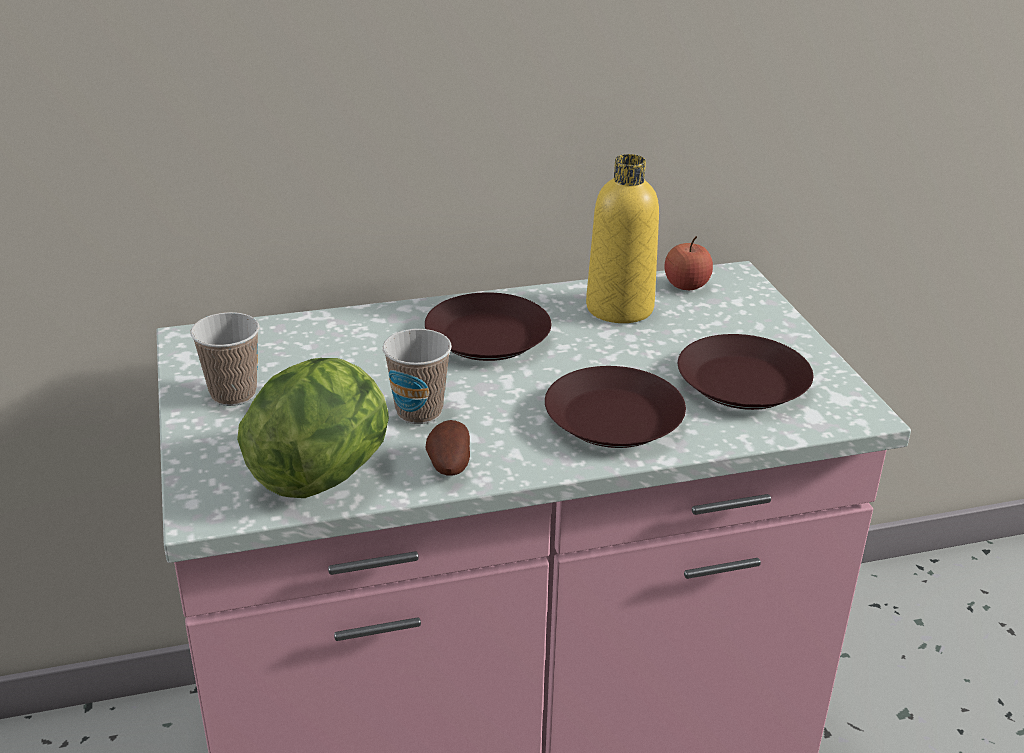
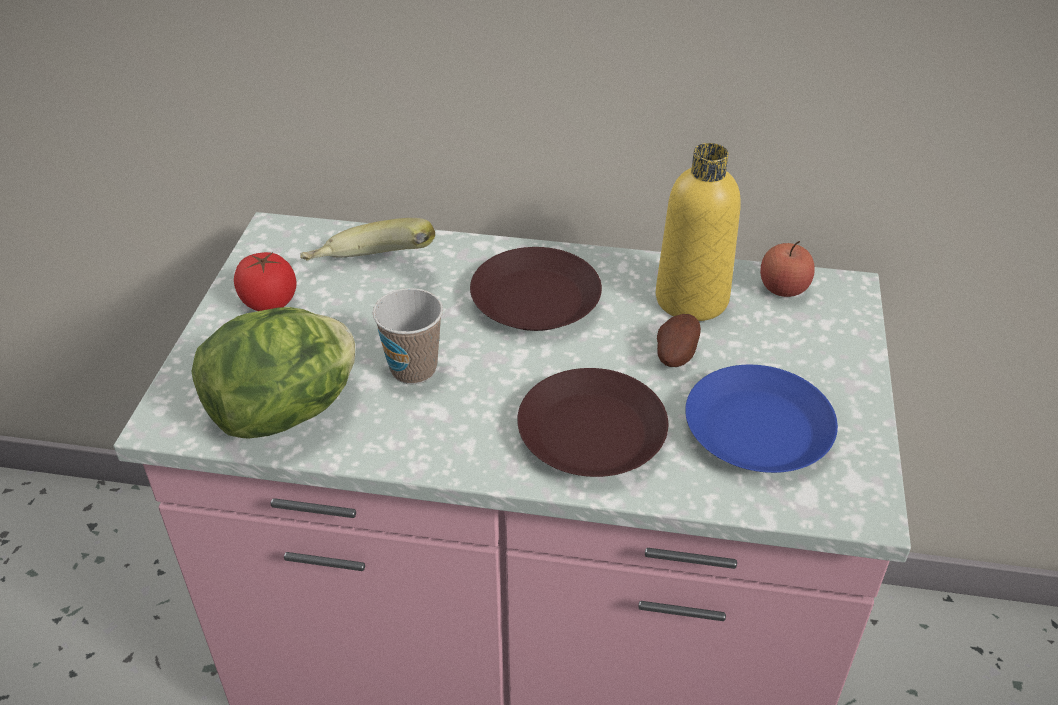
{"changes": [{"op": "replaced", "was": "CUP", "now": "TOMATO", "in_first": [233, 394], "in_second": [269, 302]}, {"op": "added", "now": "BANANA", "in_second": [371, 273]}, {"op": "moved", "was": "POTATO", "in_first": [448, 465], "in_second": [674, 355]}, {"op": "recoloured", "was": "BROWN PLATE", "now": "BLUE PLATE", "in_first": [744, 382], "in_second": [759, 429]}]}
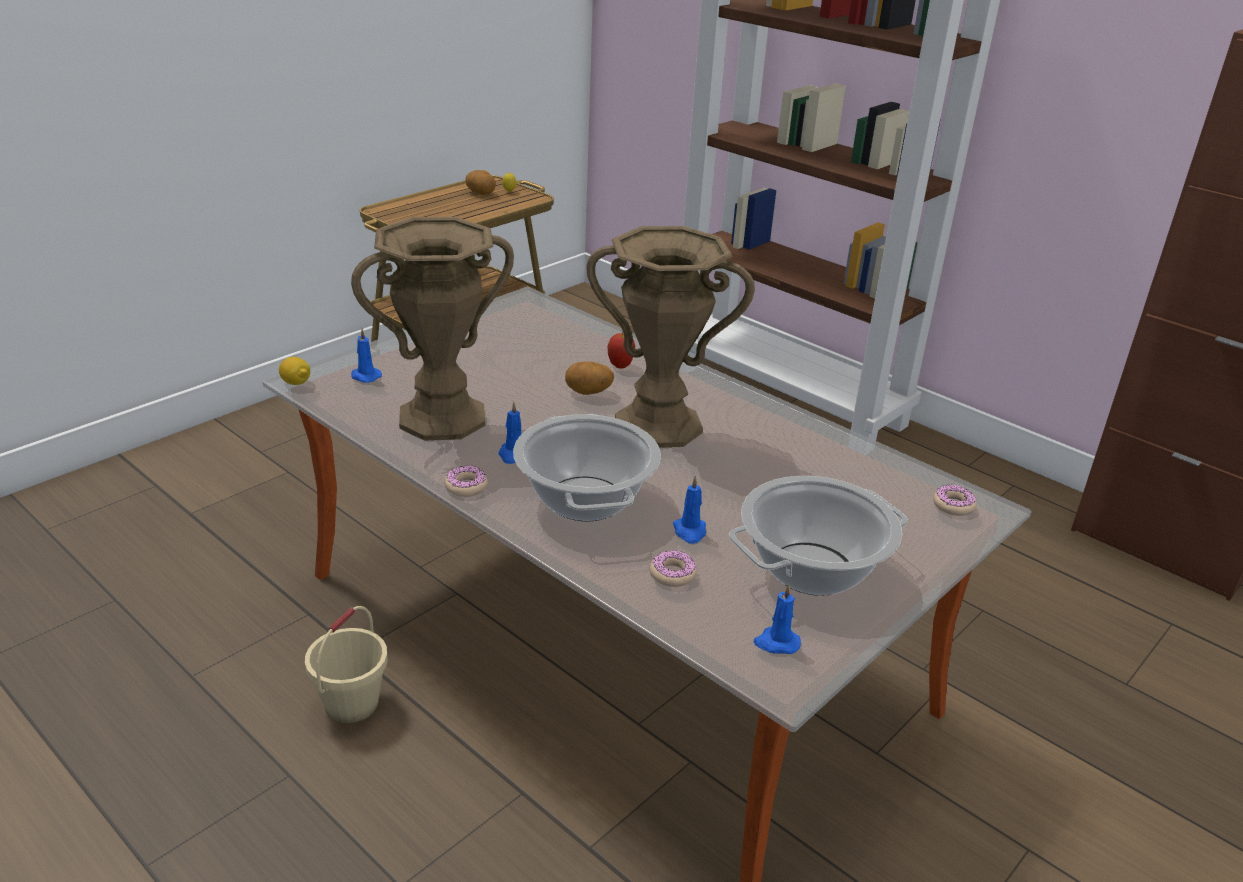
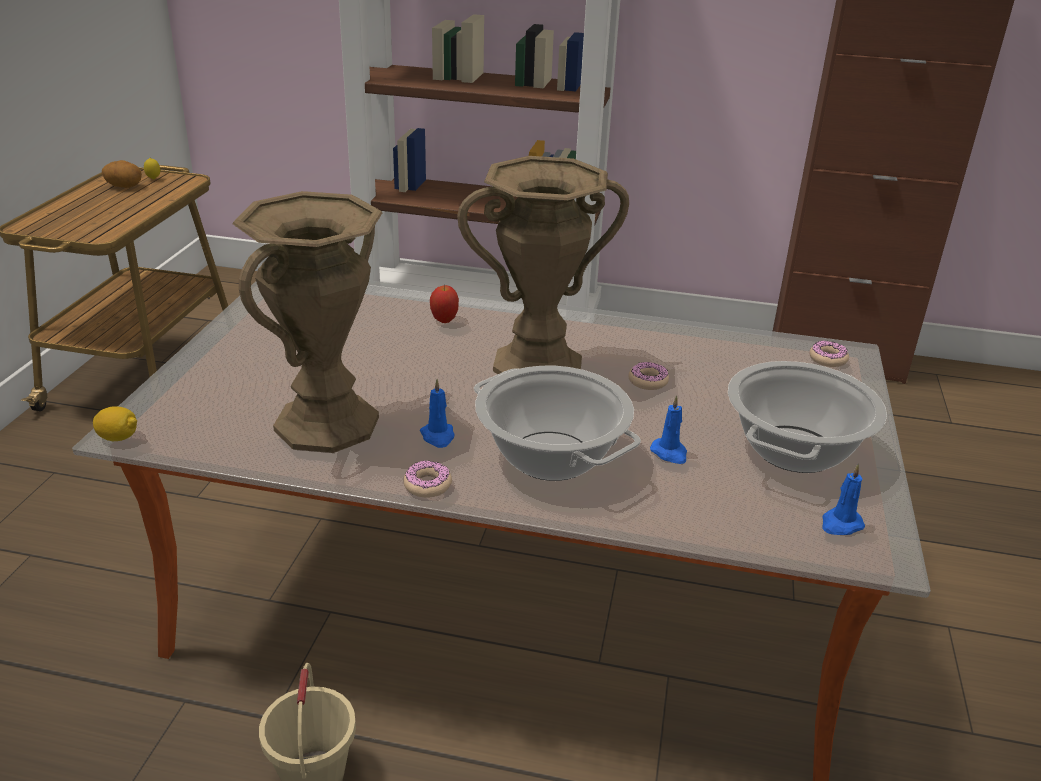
{"changes": [{"op": "moved", "was": "DONUT", "in_first": [672, 574], "in_second": [648, 381]}, {"op": "removed", "was": "BLUE CANDLE", "in_first": [365, 376]}, {"op": "removed", "was": "POTATO", "in_first": [588, 393]}]}
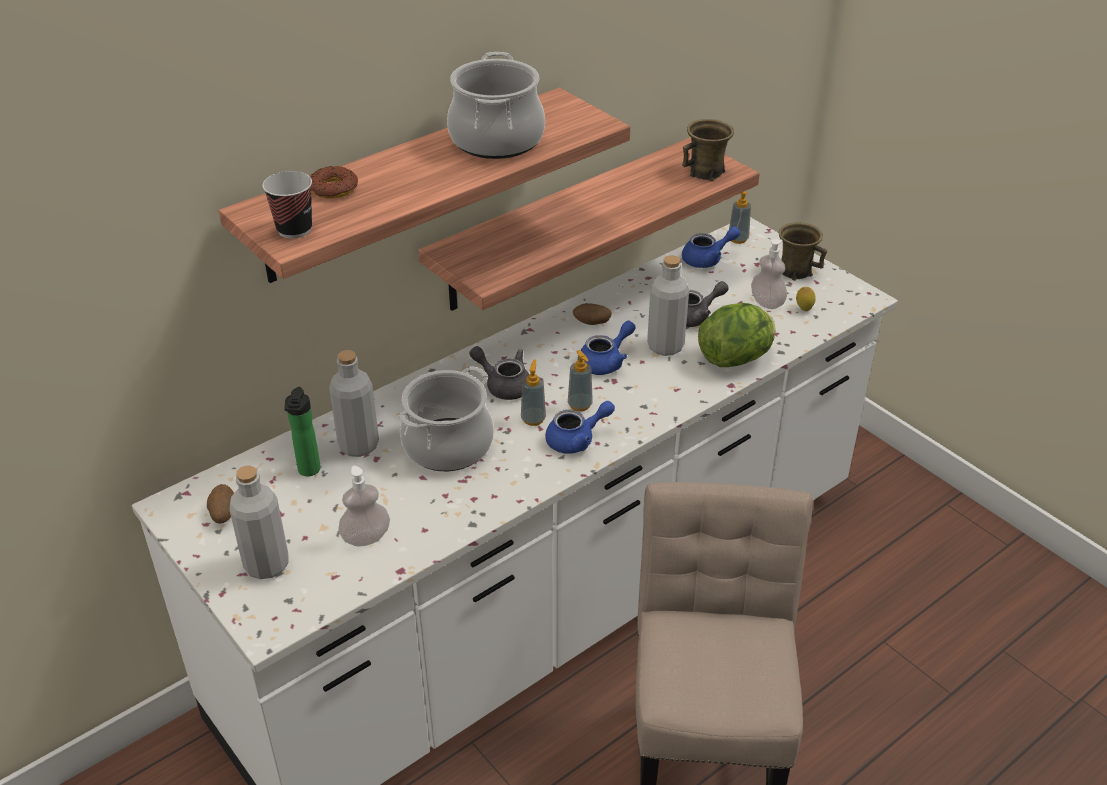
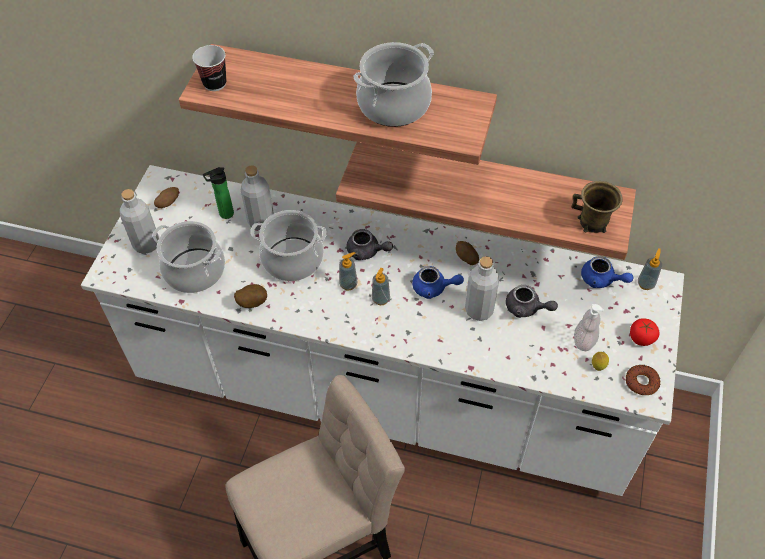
{"changes": [{"op": "replaced", "was": "SOAP DISPENSER", "now": "COOKING POT", "in_first": [366, 537], "in_second": [194, 271]}, {"op": "added", "now": "POTATO", "in_second": [252, 302]}, {"op": "turned", "was": "GREY TEAPOT", "in_first": [504, 385], "in_second": [367, 252], "clockwise": 120}, {"op": "moved", "was": "DONUT", "in_first": [333, 188], "in_second": [641, 382]}, {"op": "replaced", "was": "BROWN MUG", "now": "TOMATO", "in_first": [795, 271], "in_second": [641, 338]}, {"op": "removed", "was": "BLUE TEAPOT", "in_first": [577, 440]}, {"op": "removed", "was": "LETTUCE", "in_first": [736, 358]}]}
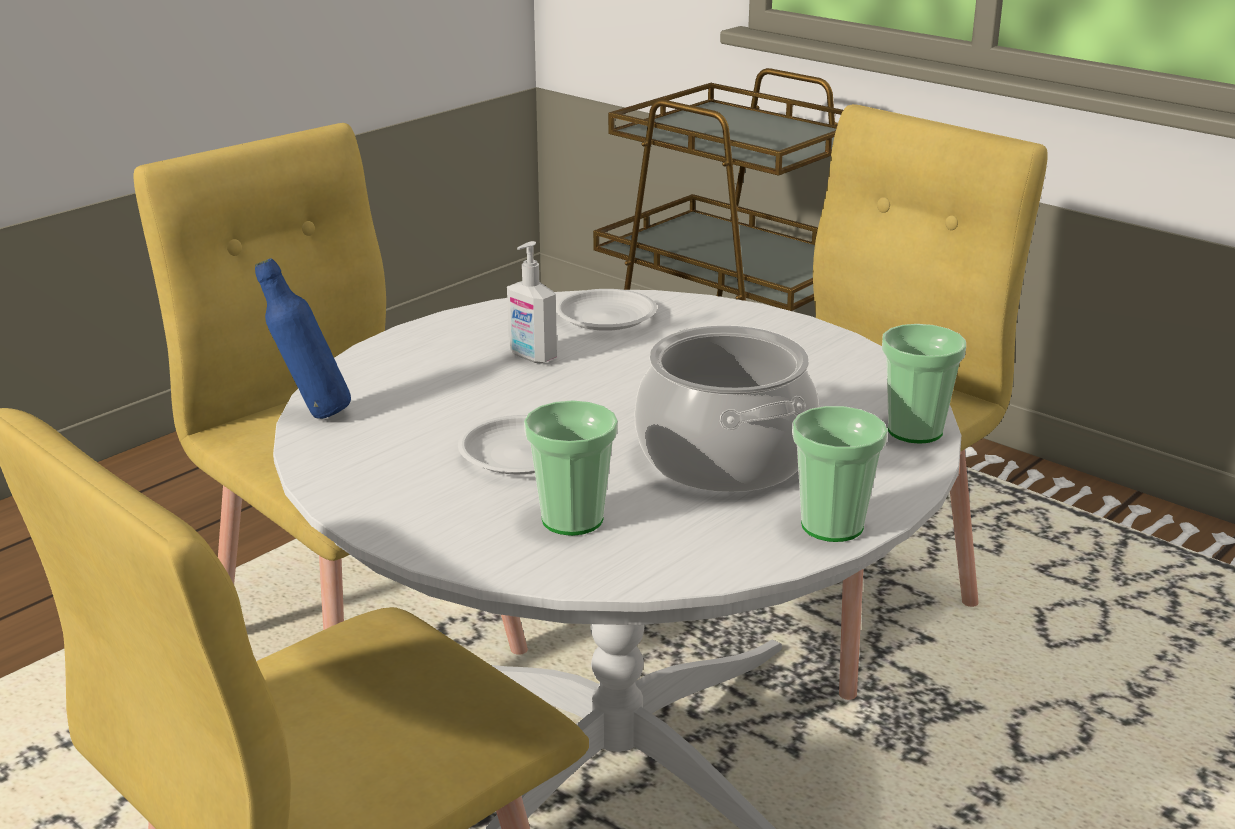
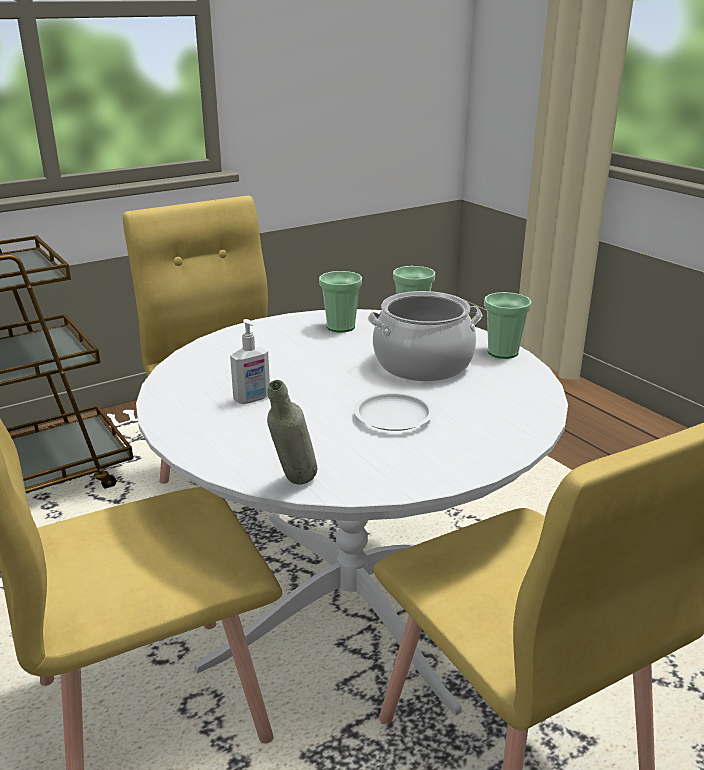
{"changes": [{"op": "recoloured", "was": "BLUE BOTTLE", "now": "GREY BOTTLE", "in_first": [311, 414], "in_second": [293, 486]}, {"op": "moved", "was": "CUP", "in_first": [572, 520], "in_second": [340, 327]}, {"op": "removed", "was": "WHITE PLATE", "in_first": [606, 317]}]}
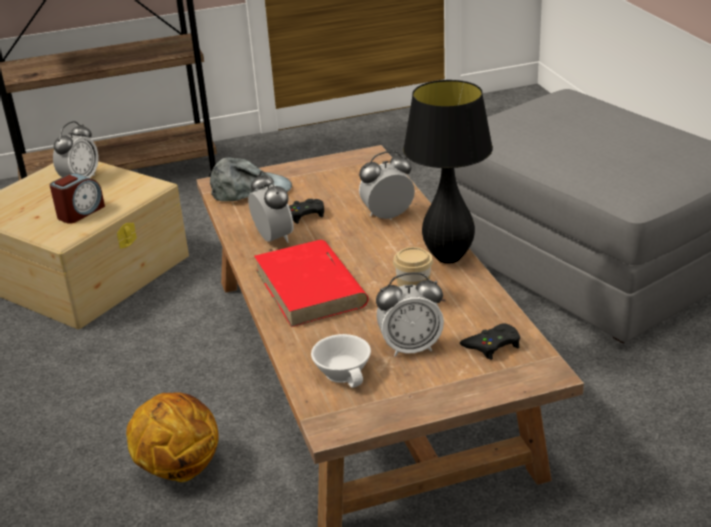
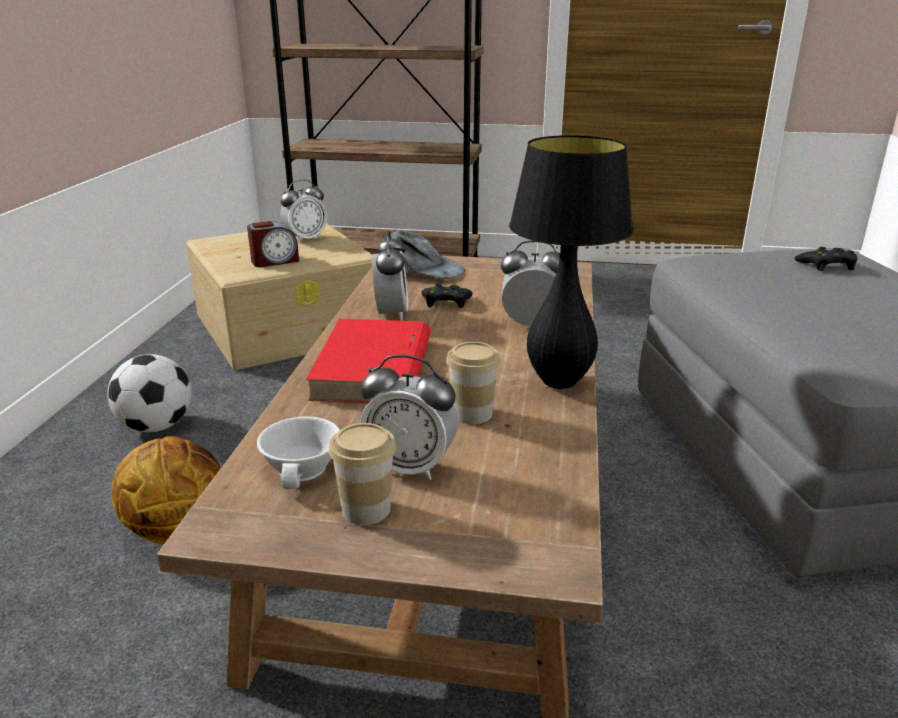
{"changes": [{"op": "added", "now": "FOOTBALL", "in_second": [157, 426]}, {"op": "added", "now": "CUP", "in_second": [366, 509]}, {"op": "moved", "was": "BLACK GAME CONTROLLER", "in_first": [492, 345], "in_second": [827, 265]}]}
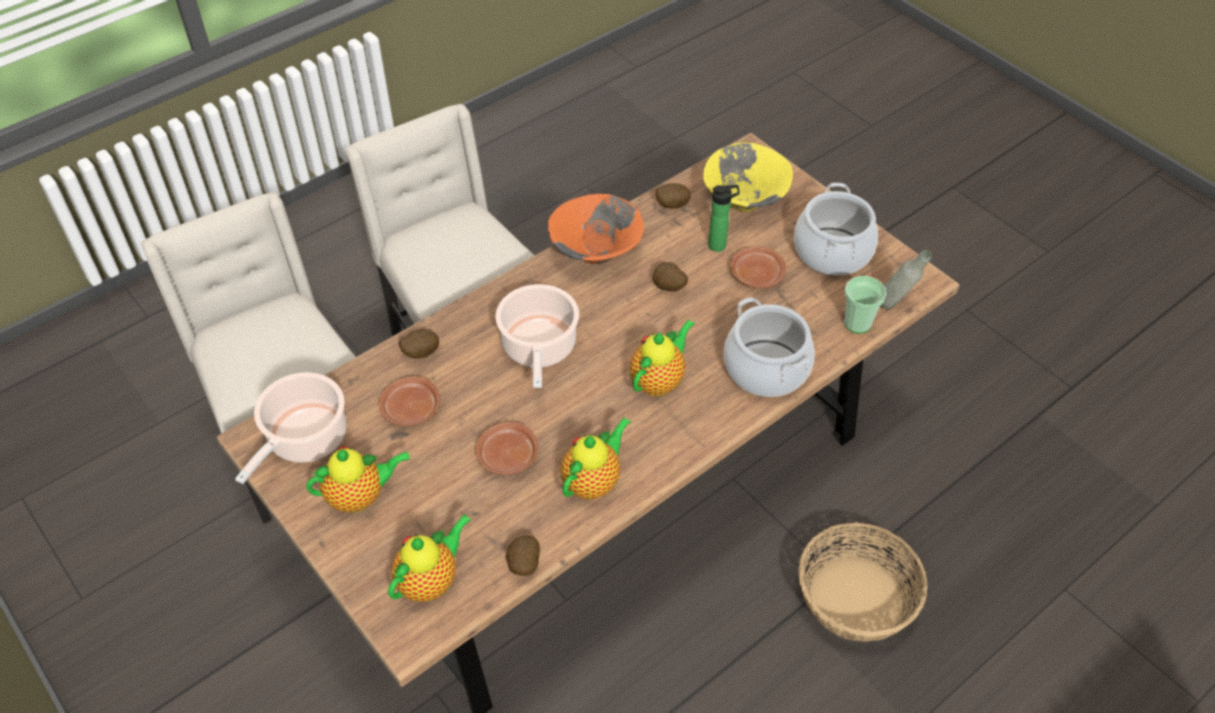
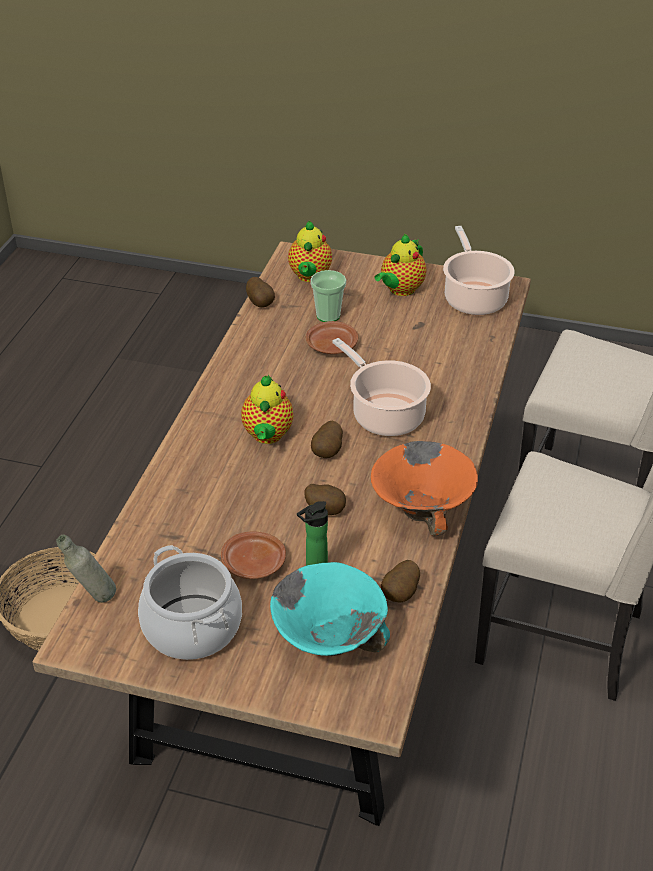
{"changes": [{"op": "recoloured", "was": "YELLOW BOWL", "now": "TURQUOISE BOWL", "in_first": [744, 202], "in_second": [329, 639]}, {"op": "moved", "was": "CUP", "in_first": [857, 323], "in_second": [328, 316]}, {"op": "moved", "was": "POTATO", "in_first": [420, 353], "in_second": [328, 452]}, {"op": "removed", "was": "BROWN PLATE", "in_first": [411, 409]}, {"op": "removed", "was": "TEAPOT", "in_first": [594, 481]}, {"op": "removed", "was": "COOKING POT", "in_first": [766, 369]}]}
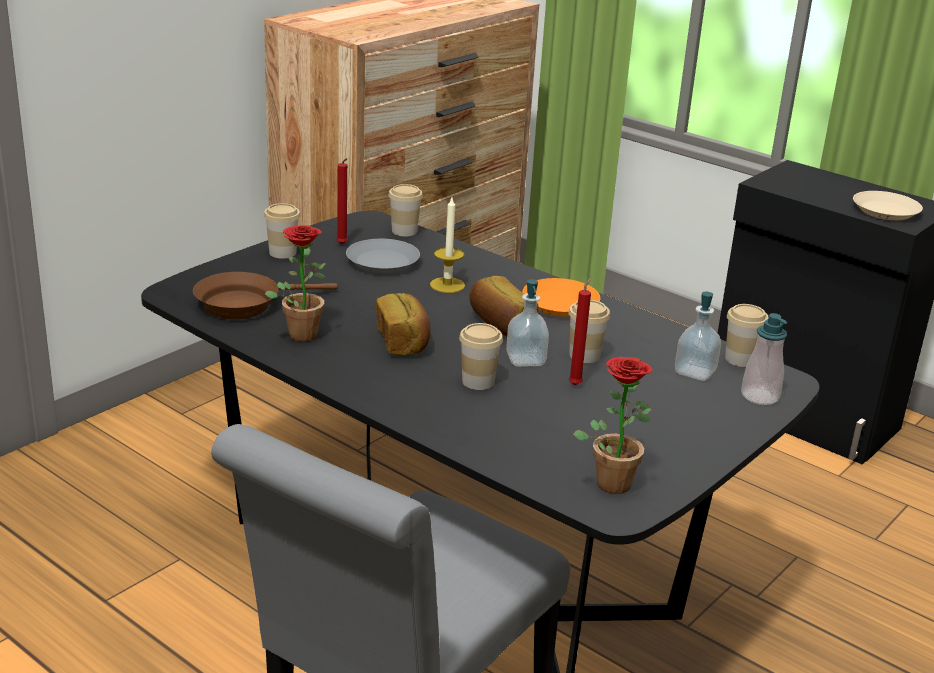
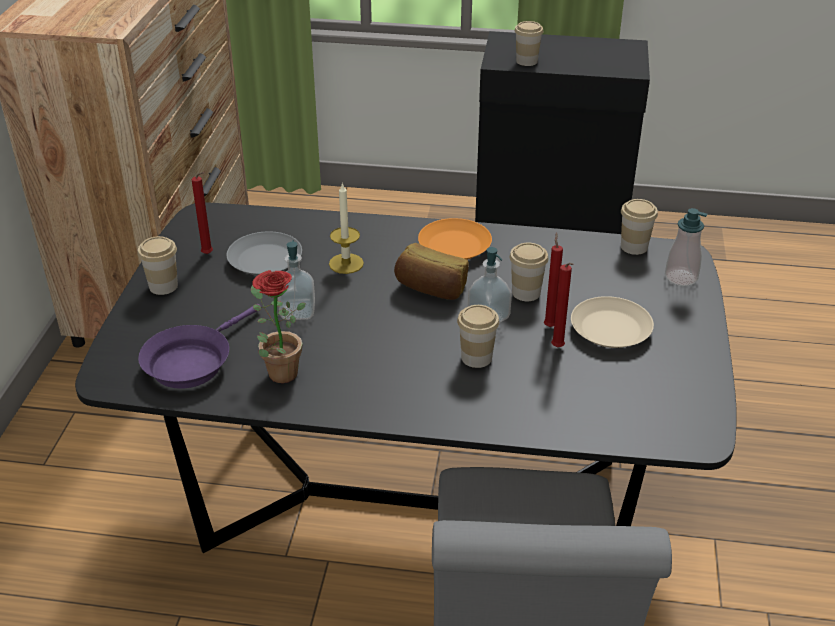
{"changes": [{"op": "recoloured", "was": "BROWN FRYING PAN", "now": "PURPLE FRYING PAN", "in_first": [244, 304], "in_second": [192, 361]}, {"op": "moved", "was": "SOAP DISPENSER", "in_first": [695, 372], "in_second": [297, 311]}, {"op": "moved", "was": "CUP", "in_first": [404, 231], "in_second": [526, 61]}, {"op": "added", "now": "RED CANDLE", "in_second": [558, 348]}, {"op": "moved", "was": "BEIGE PLATE", "in_first": [886, 211], "in_second": [611, 330]}, {"op": "removed", "was": "BREAD", "in_first": [403, 341]}, {"op": "removed", "was": "POTTED PLANT", "in_first": [612, 479]}]}
